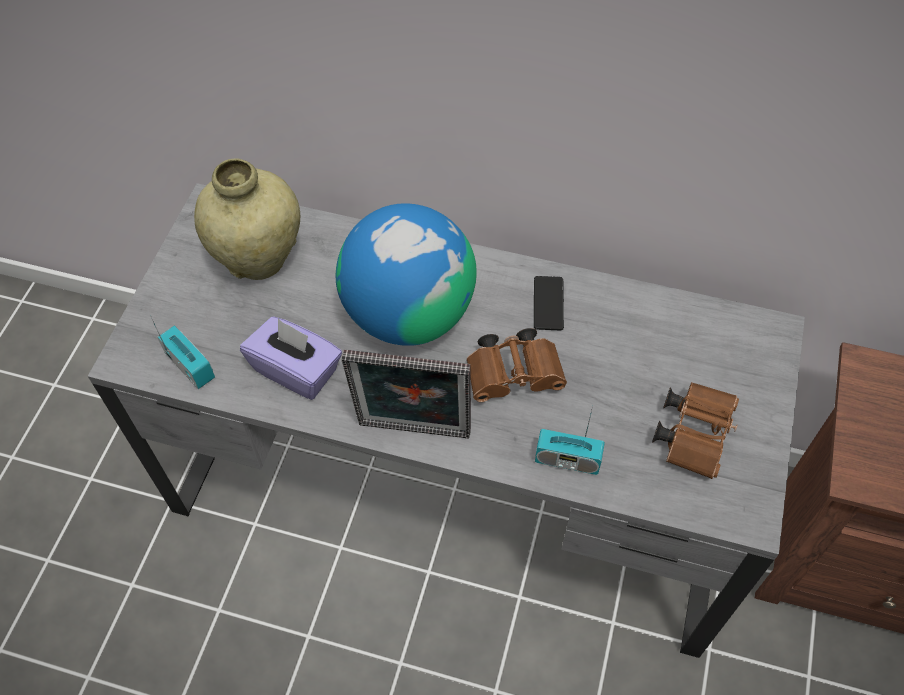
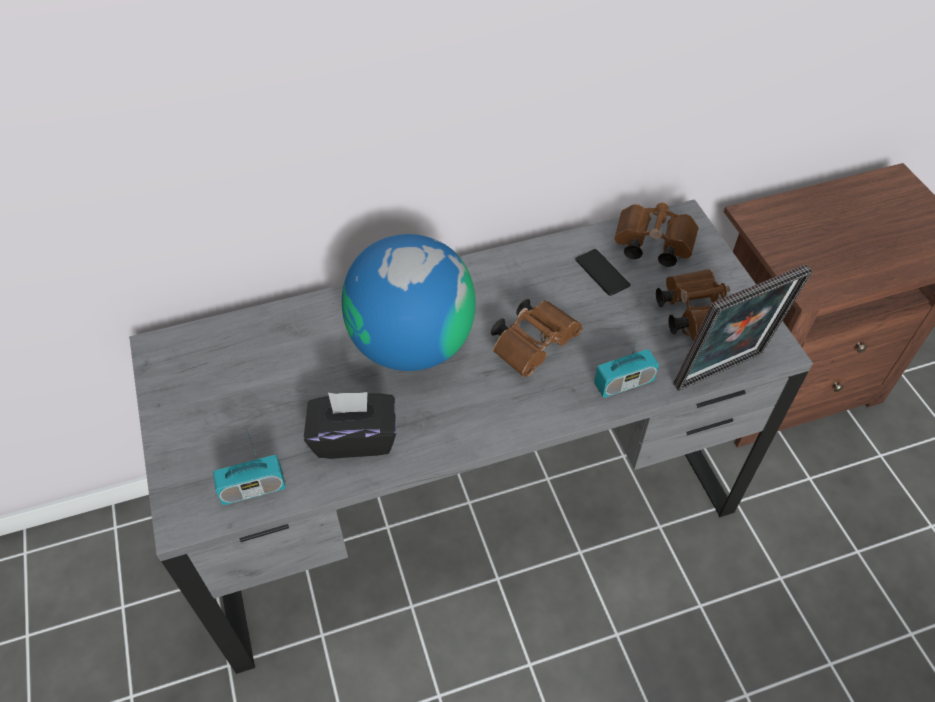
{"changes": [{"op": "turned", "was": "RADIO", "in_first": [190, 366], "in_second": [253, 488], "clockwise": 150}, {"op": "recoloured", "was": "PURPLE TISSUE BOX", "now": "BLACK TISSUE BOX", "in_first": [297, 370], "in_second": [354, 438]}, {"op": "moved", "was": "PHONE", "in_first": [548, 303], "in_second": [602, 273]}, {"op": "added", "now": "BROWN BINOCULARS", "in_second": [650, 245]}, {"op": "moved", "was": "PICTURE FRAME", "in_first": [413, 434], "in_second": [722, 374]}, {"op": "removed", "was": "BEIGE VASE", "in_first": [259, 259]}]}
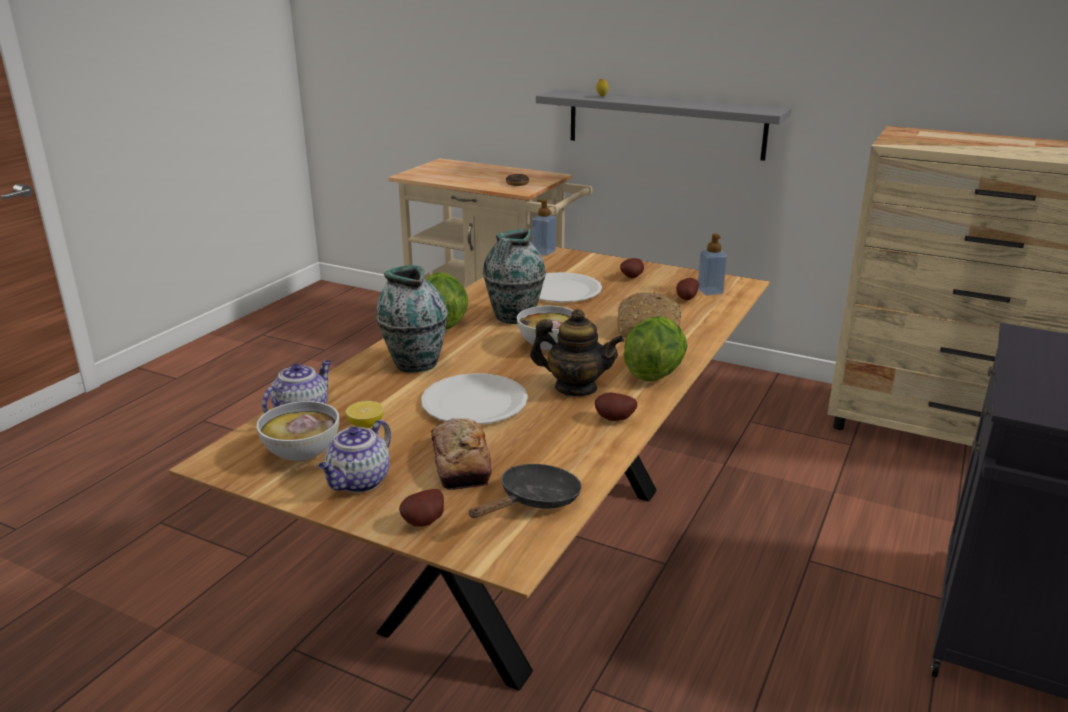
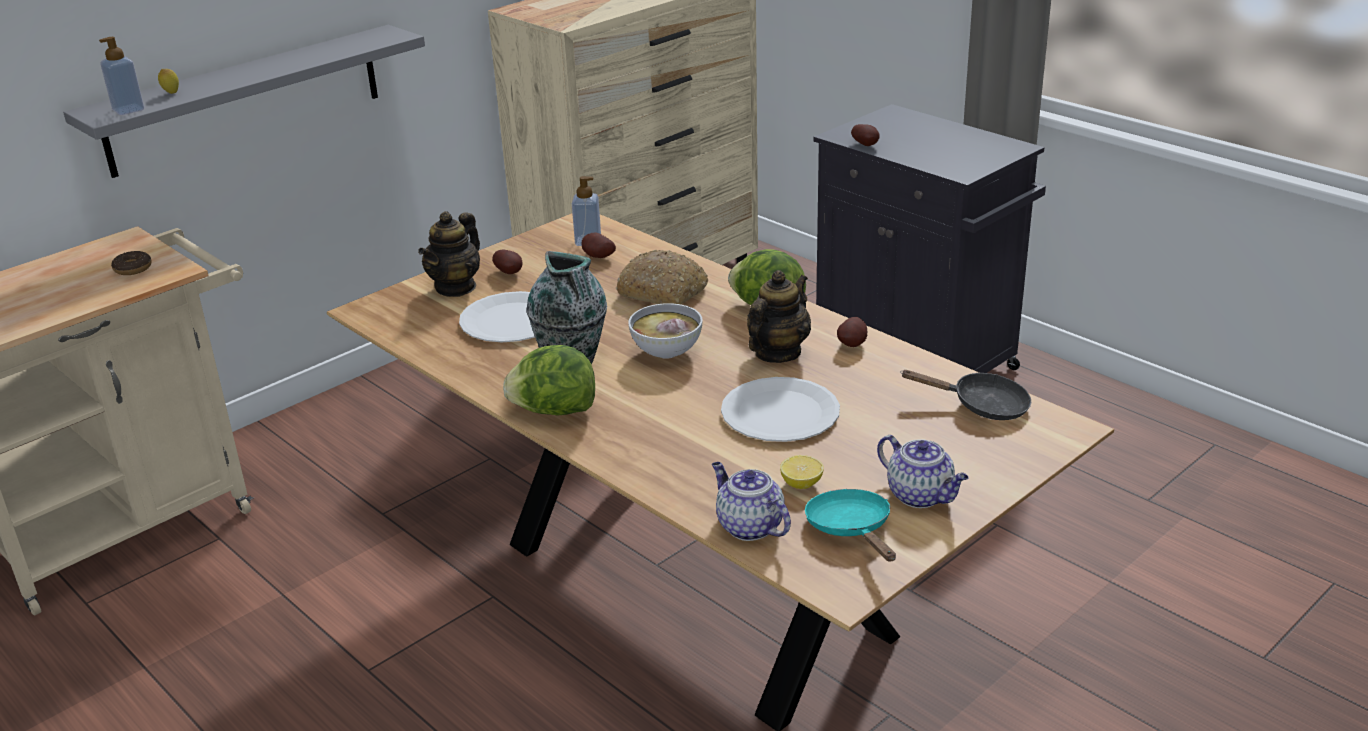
{"changes": [{"op": "moved", "was": "SOAP DISPENSER", "in_first": [544, 252], "in_second": [128, 110]}, {"op": "added", "now": "TEAPOT", "in_second": [456, 287]}, {"op": "replaced", "was": "BOWL", "now": "TURQUOISE FRYING PAN", "in_first": [302, 455], "in_second": [851, 529]}, {"op": "moved", "was": "POTATO", "in_first": [426, 523], "in_second": [866, 145]}, {"op": "turned", "was": "BLACK FRYING PAN", "in_first": [534, 501], "in_second": [982, 406], "clockwise": 135}, {"op": "removed", "was": "VASE", "in_first": [415, 363]}, {"op": "removed", "was": "BREAD", "in_first": [460, 462]}]}
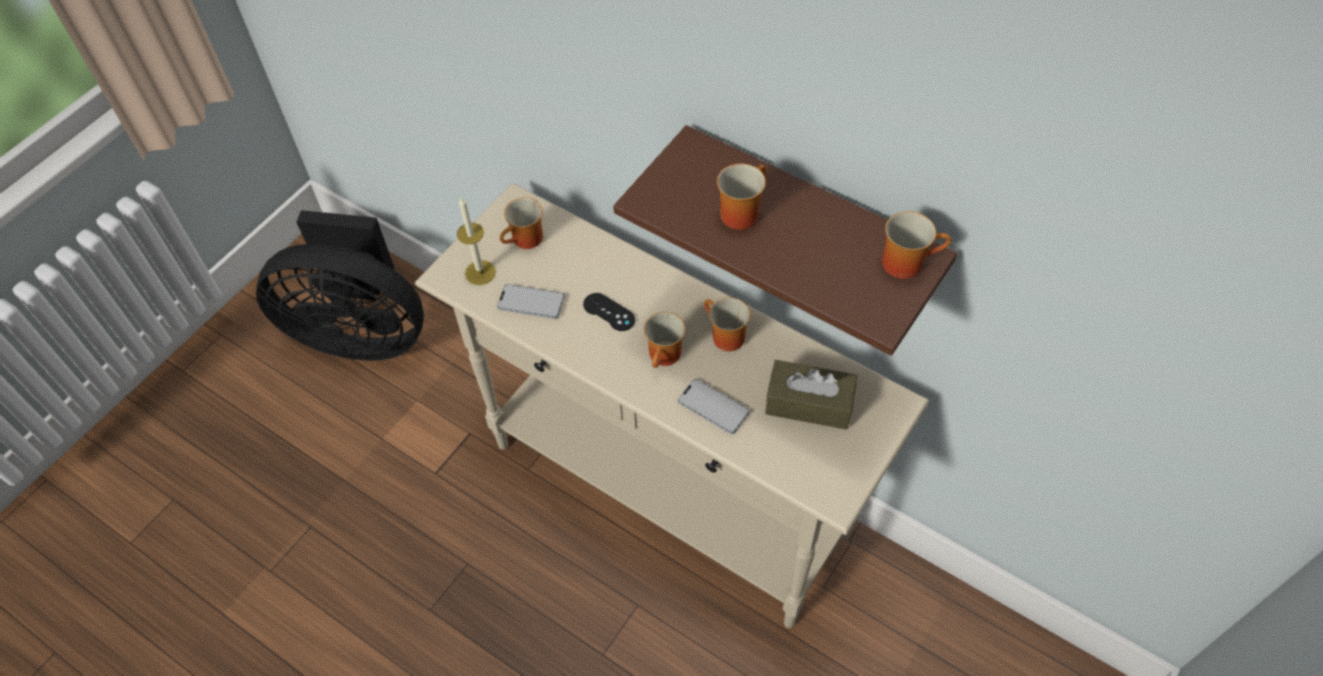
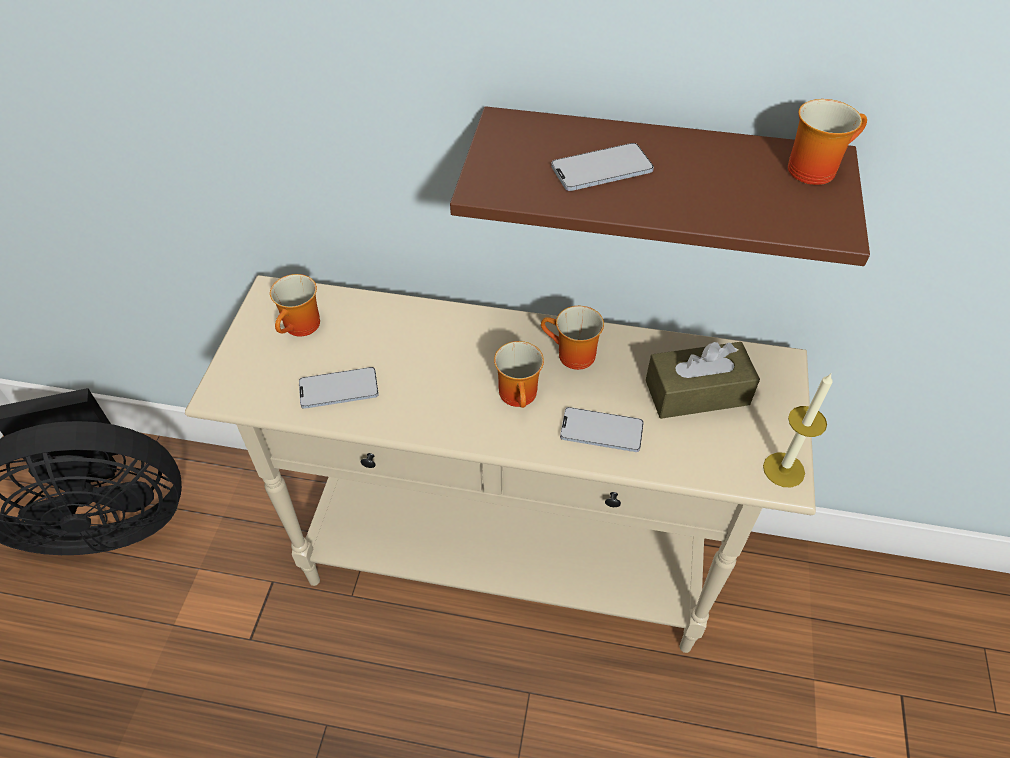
{"changes": [{"op": "replaced", "was": "MUG", "now": "PHONE", "in_first": [739, 211], "in_second": [601, 169]}, {"op": "moved", "was": "CANDLE", "in_first": [480, 272], "in_second": [783, 469]}, {"op": "removed", "was": "BLACK GAME CONTROLLER", "in_first": [609, 312]}]}
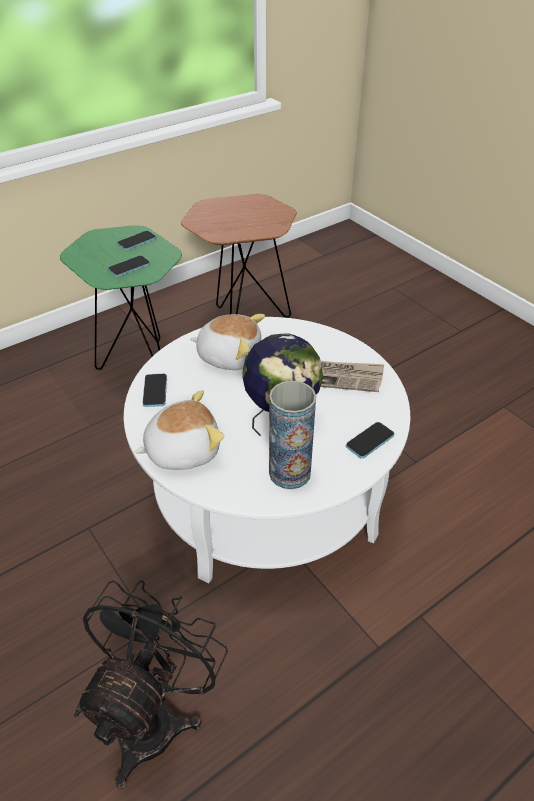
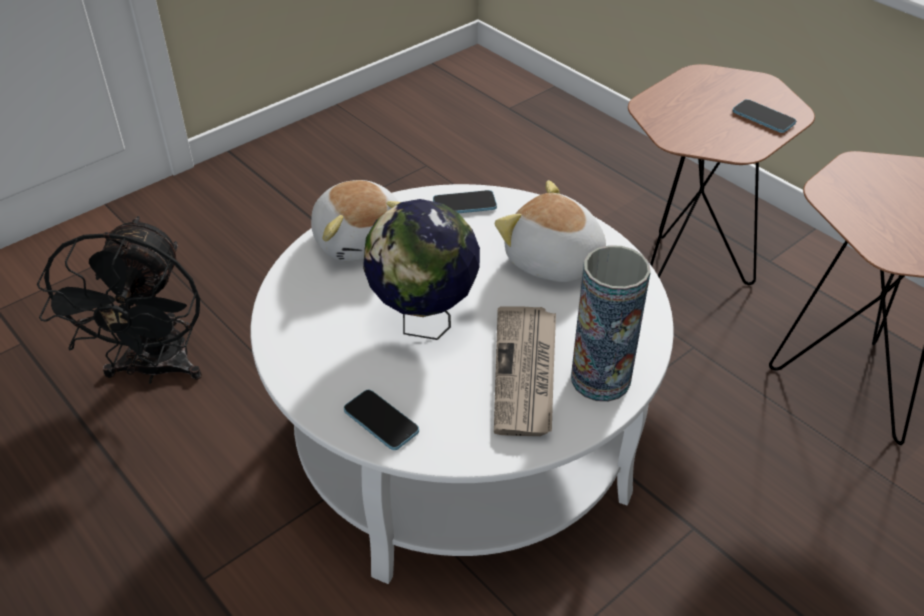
{"changes": [{"op": "turned", "was": "BLACK FAN", "in_first": [155, 715], "in_second": [155, 370], "clockwise": 75}, {"op": "turned", "was": "PLUSH TOY", "in_first": [229, 355], "in_second": [553, 262], "clockwise": 120}, {"op": "moved", "was": "VASE", "in_first": [289, 472], "in_second": [600, 379]}, {"op": "recoloured", "was": "GREEN SIDE TABLE", "now": "BROWN SIDE TABLE", "in_first": [140, 364], "in_second": [686, 274]}, {"op": "removed", "was": "PHONE", "in_first": [129, 267]}]}
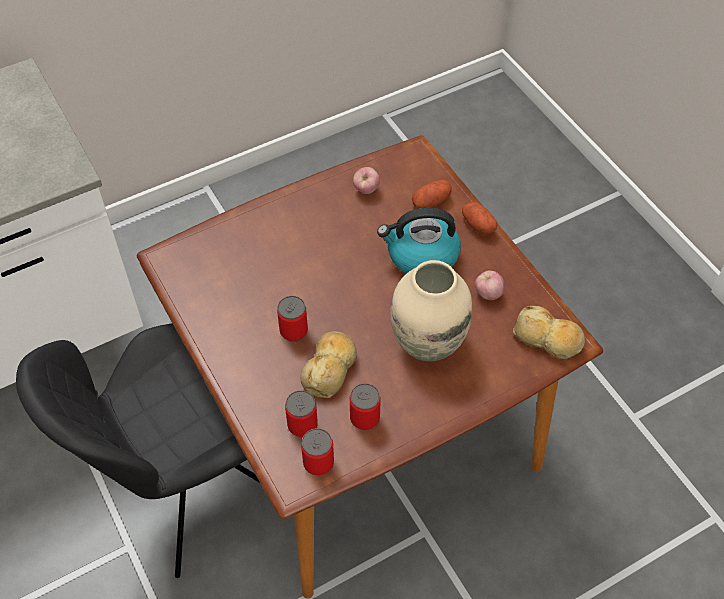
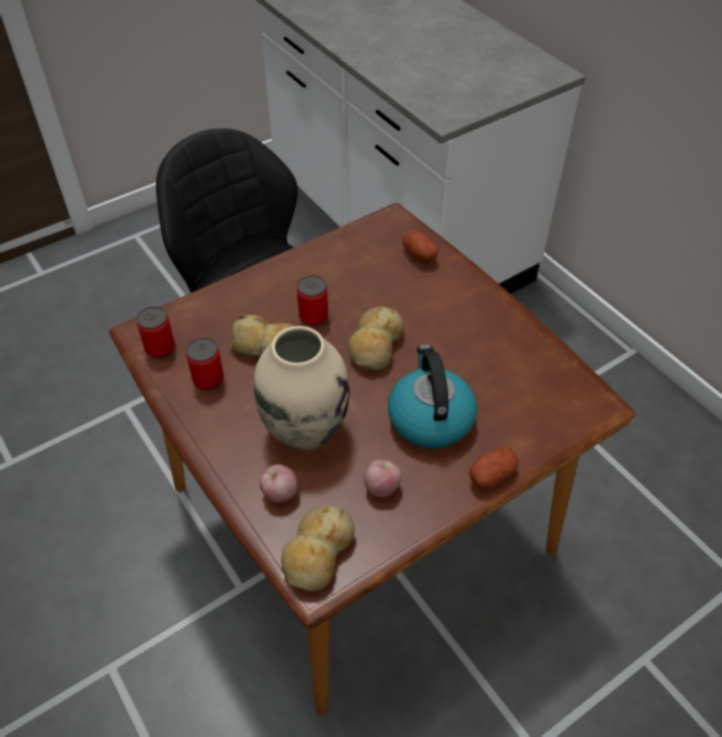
{"changes": [{"op": "moved", "was": "APPLE", "in_first": [366, 189], "in_second": [280, 493]}, {"op": "added", "now": "BREAD", "in_second": [375, 347]}, {"op": "moved", "was": "POTATO", "in_first": [431, 201], "in_second": [418, 254]}, {"op": "removed", "was": "CAN", "in_first": [302, 425]}]}
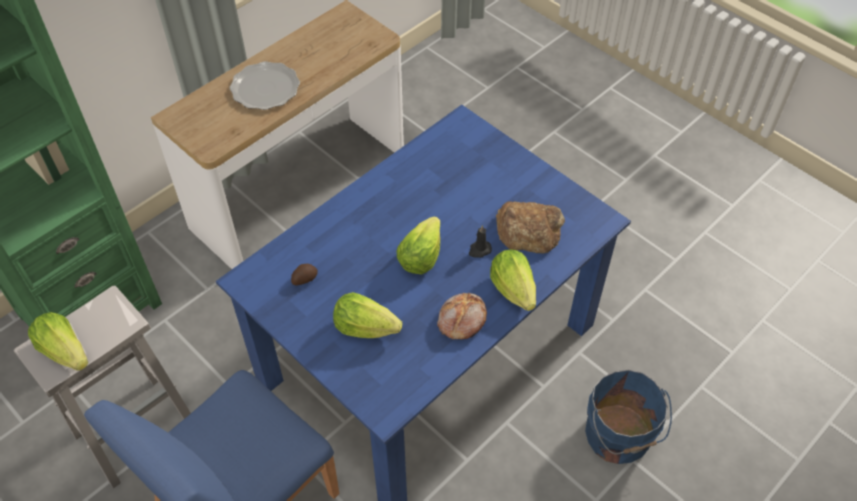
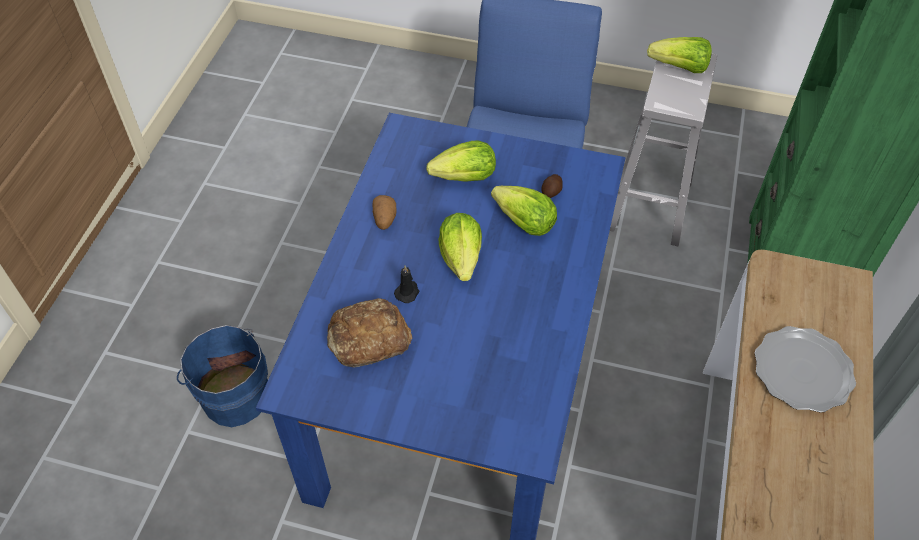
{"changes": [{"op": "replaced", "was": "BREAD", "now": "POTATO", "in_first": [461, 320], "in_second": [384, 219]}, {"op": "moved", "was": "LETTUCE", "in_first": [513, 289], "in_second": [524, 223]}]}
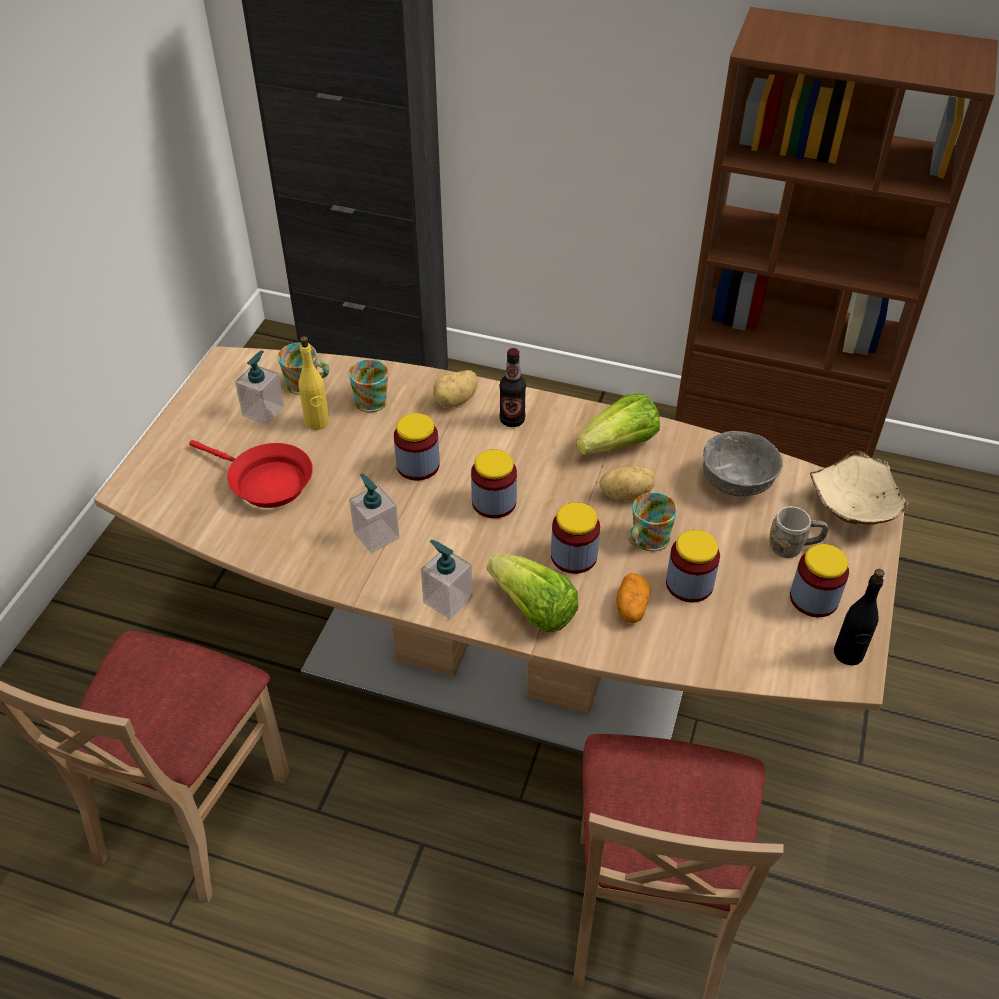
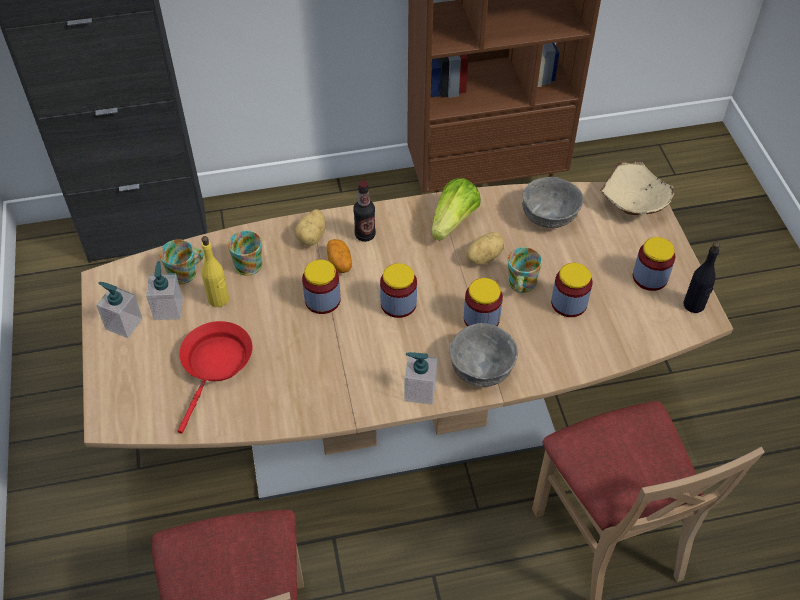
{"changes": [{"op": "moved", "was": "SOAP DISPENSER", "in_first": [376, 535], "in_second": [124, 324]}, {"op": "turned", "was": "RED FRYING PAN", "in_first": [265, 482], "in_second": [215, 365], "clockwise": -75}, {"op": "moved", "was": "POTATO", "in_first": [631, 607], "in_second": [339, 262]}, {"op": "replaced", "was": "LETTUCE", "now": "GREY BOWL", "in_first": [533, 609], "in_second": [482, 369]}, {"op": "removed", "was": "GREY MUG", "in_first": [793, 547]}]}
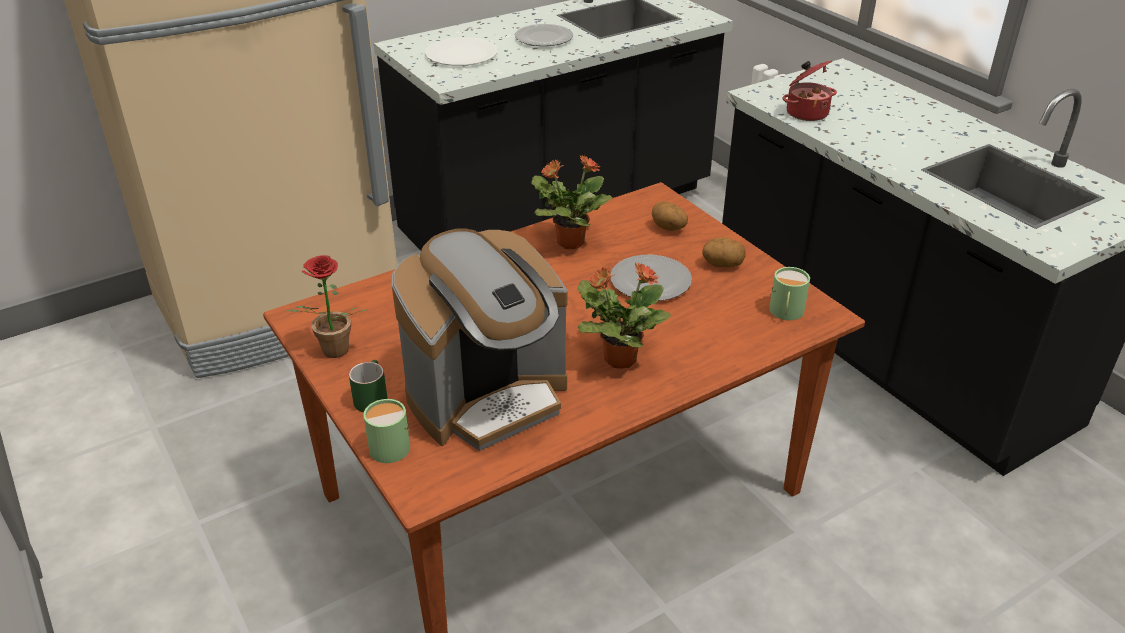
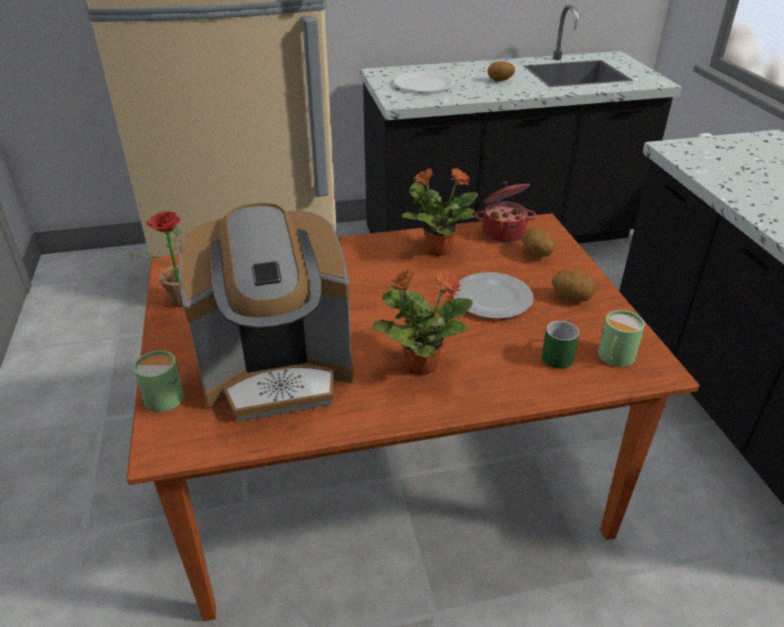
{"changes": [{"op": "moved", "was": "COOKING POT", "in_first": [806, 112], "in_second": [503, 232]}, {"op": "replaced", "was": "PLATE", "now": "POTATO", "in_first": [543, 38], "in_second": [500, 80]}, {"op": "moved", "was": "GREEN MUG", "in_first": [371, 397], "in_second": [558, 354]}]}
